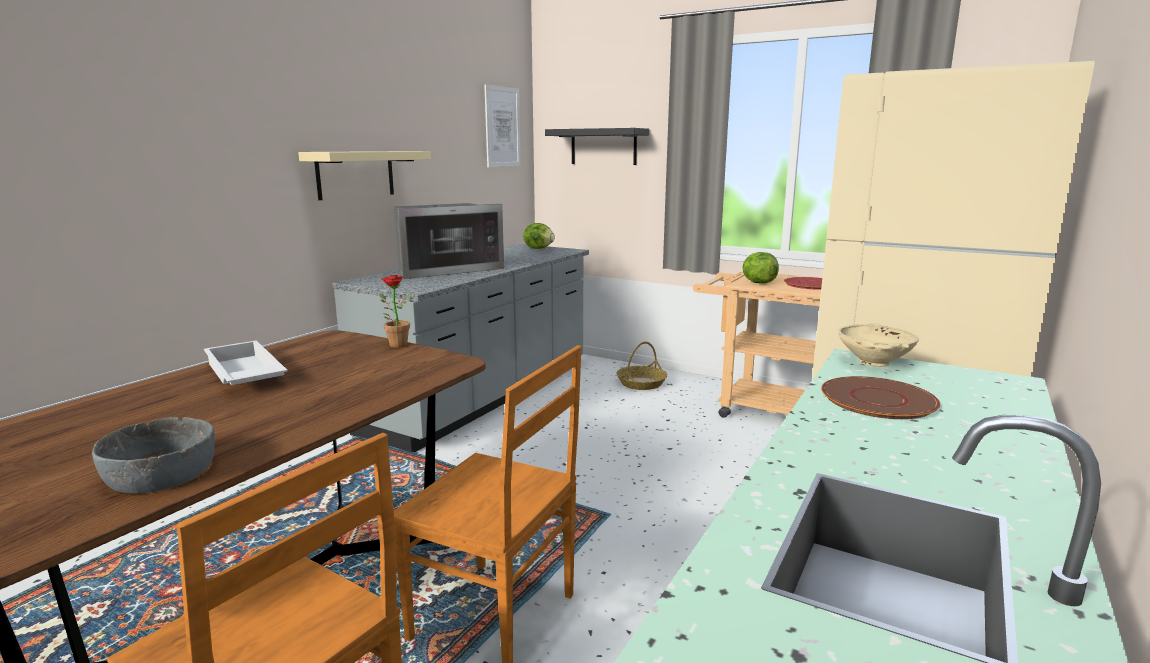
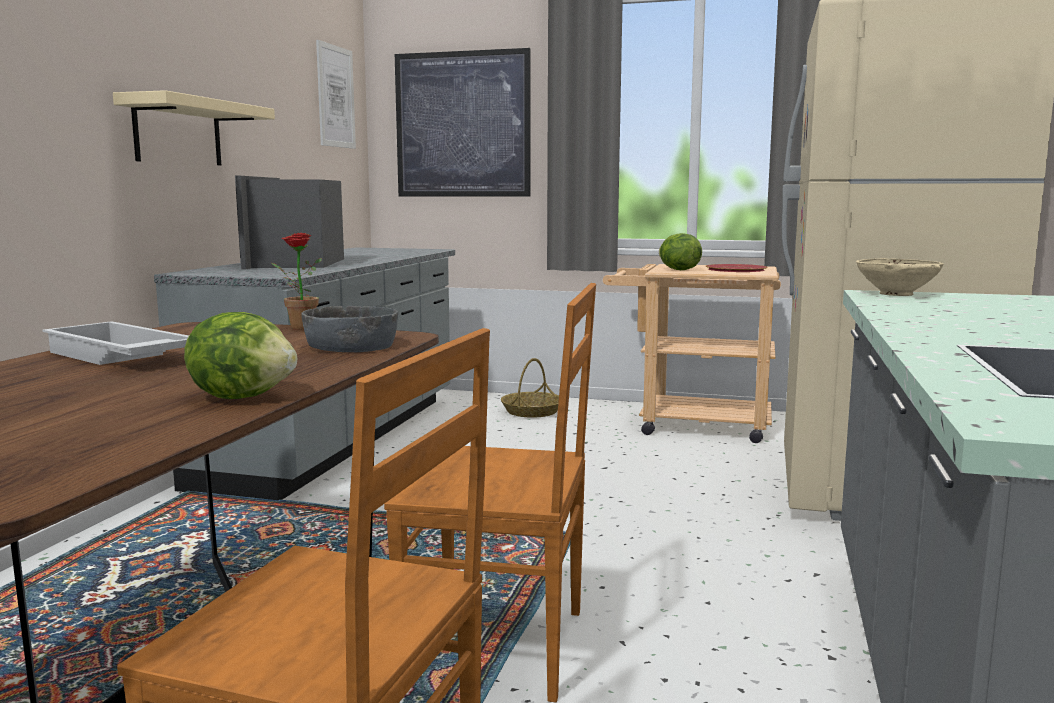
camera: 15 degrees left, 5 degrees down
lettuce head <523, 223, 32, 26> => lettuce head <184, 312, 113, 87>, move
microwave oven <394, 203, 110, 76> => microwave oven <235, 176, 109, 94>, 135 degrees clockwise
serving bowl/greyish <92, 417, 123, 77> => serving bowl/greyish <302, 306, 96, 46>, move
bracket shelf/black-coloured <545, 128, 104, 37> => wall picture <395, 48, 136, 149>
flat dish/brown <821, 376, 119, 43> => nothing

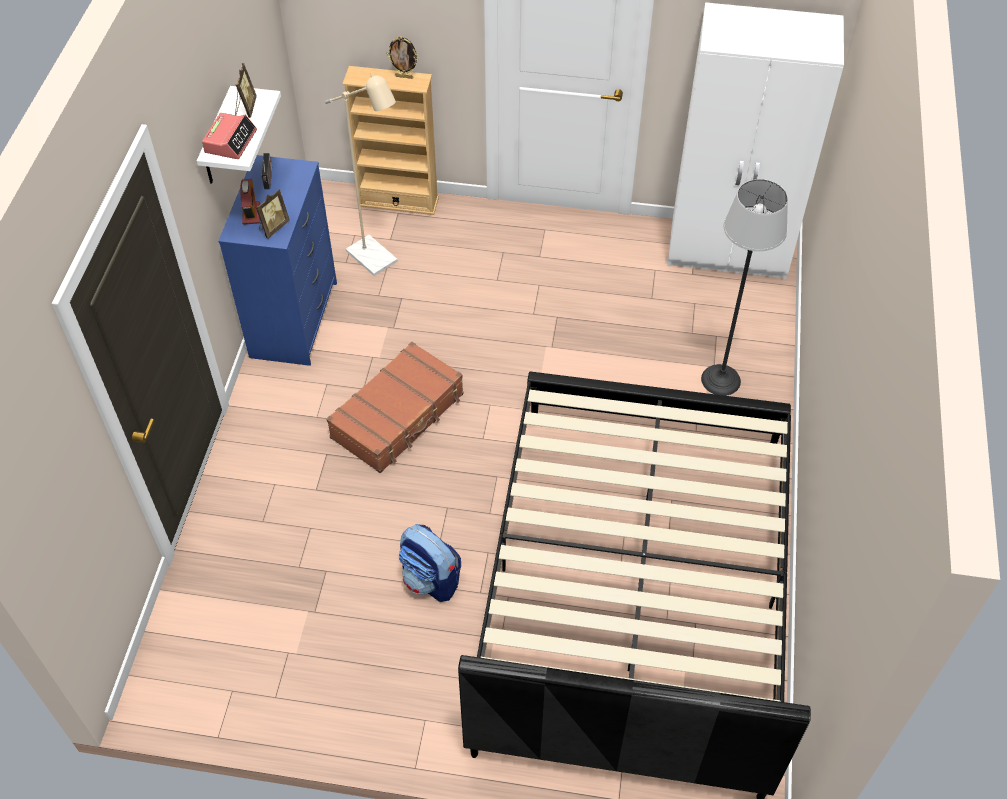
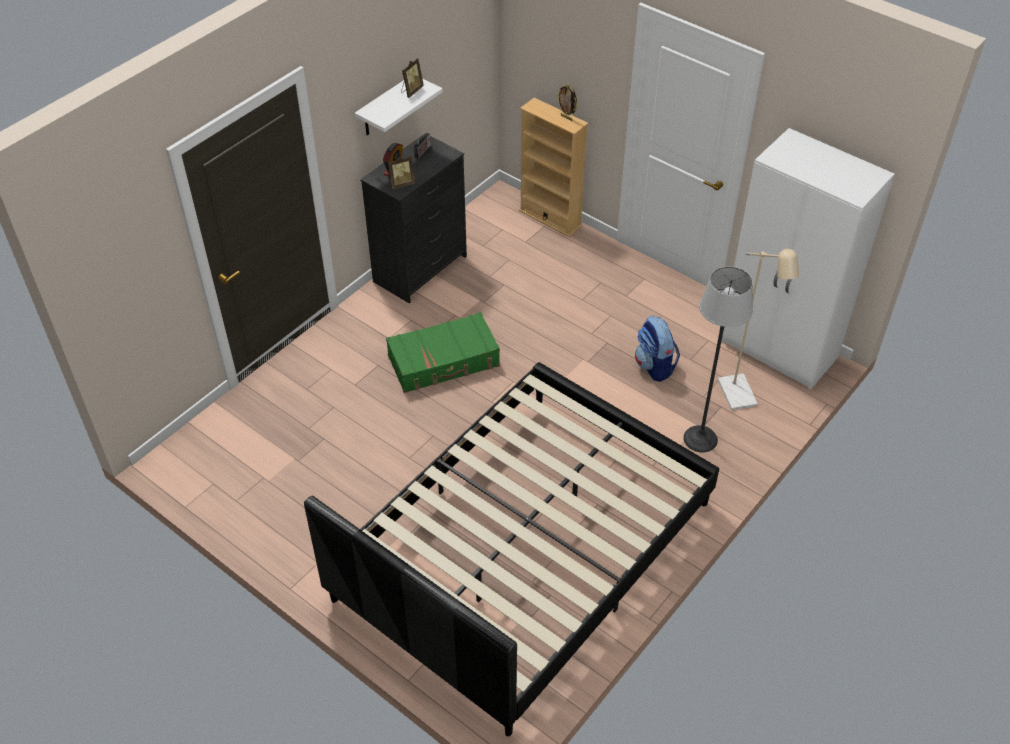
camera: 30 degrees right, 5 degrees down
dresser/bluish <218, 155, 119, 211> => dresser/black-coloured <360, 134, 107, 169>
suitcase/brown <327, 342, 136, 131> => suitcase/greenish <386, 312, 114, 81>
rucksack <399, 524, 62, 78> => rucksack <635, 315, 45, 67>, move
floor lamp/beige-coloured <325, 73, 73, 203> => floor lamp/beige-coloured <718, 246, 81, 164>, move
alarm clock <202, 113, 55, 46> => nothing

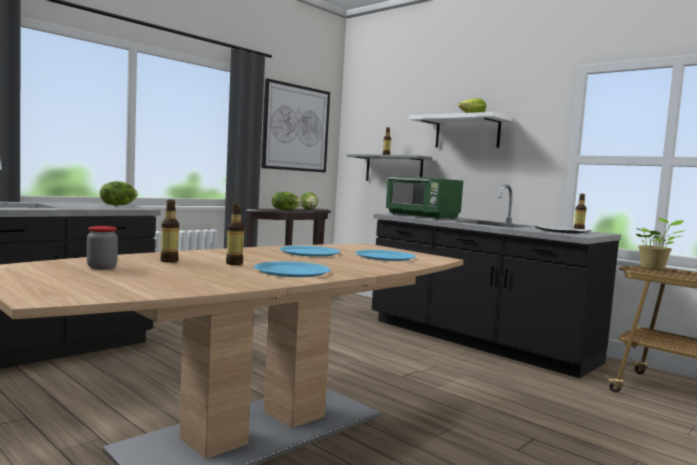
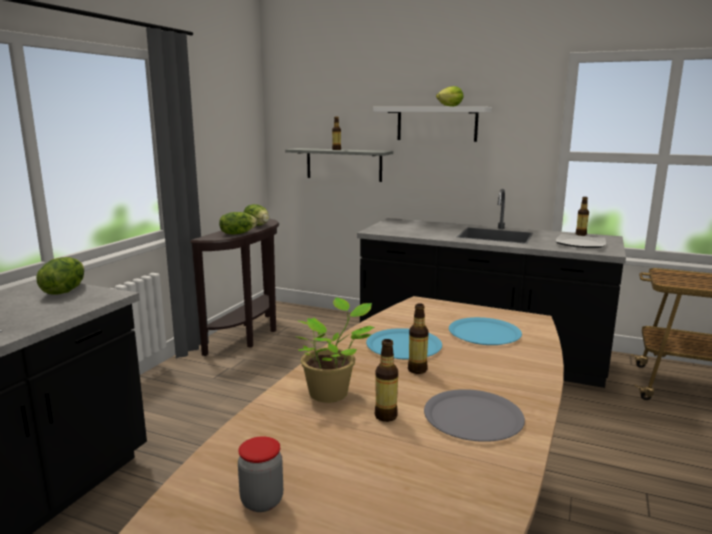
camera: 20 degrees left, 10 degrees up
houseplant <636, 218, 50, 52> => houseplant <297, 297, 78, 106>, move
beverage bottle <160, 200, 19, 62> => beverage bottle <408, 303, 21, 71>, move
flat dish/bluish <254, 261, 77, 16> => flat dish/greyish <424, 389, 101, 53>
wall picture <261, 78, 69, 94> => nothing
microwave oven/greenish <386, 176, 77, 44> => nothing

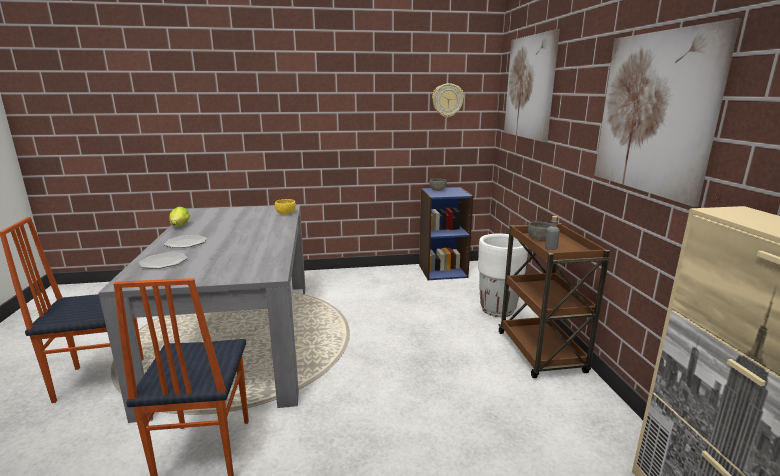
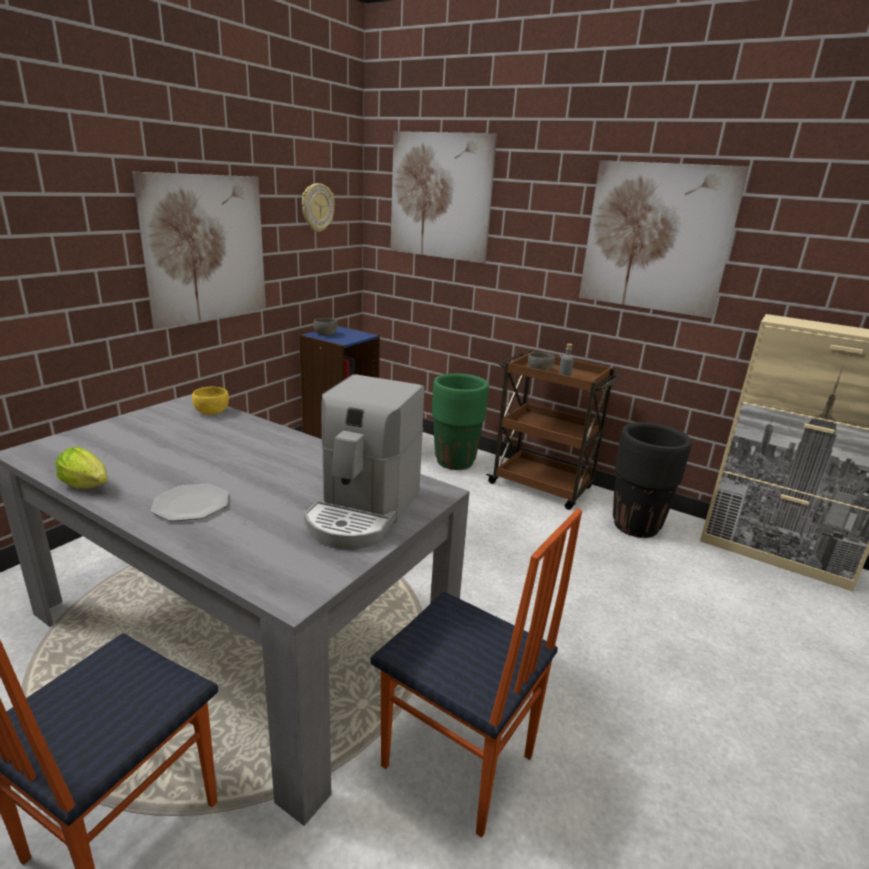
camera: 50 degrees left, 5 degrees up
nothing => wall picture <132, 172, 134, 157>
nothing => coffee machine <304, 374, 120, 175>
flower pot/white-coloured <478, 234, 50, 83> => flower pot/greenish <432, 373, 57, 97>
nothing => flower pot/black-coloured <613, 422, 79, 116>
flat dish <139, 252, 48, 17> => nothing

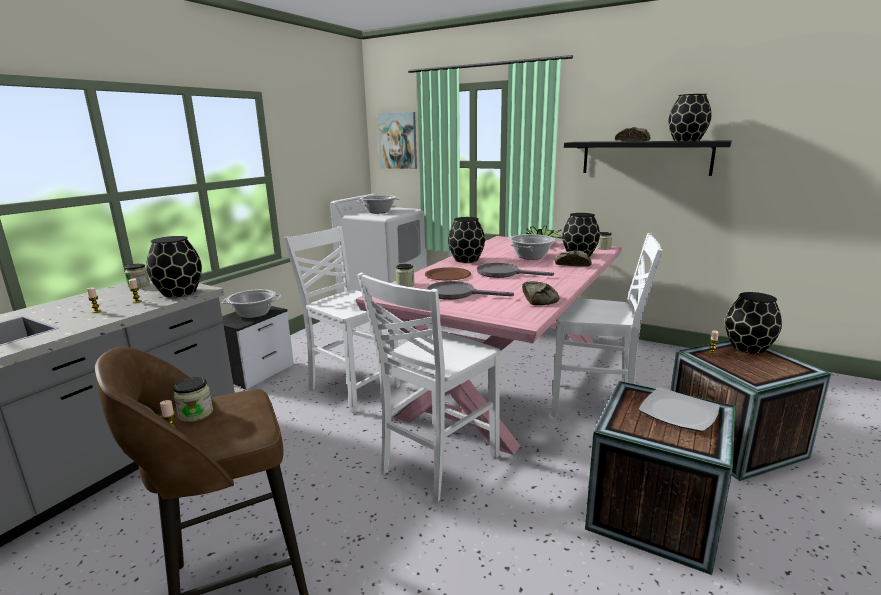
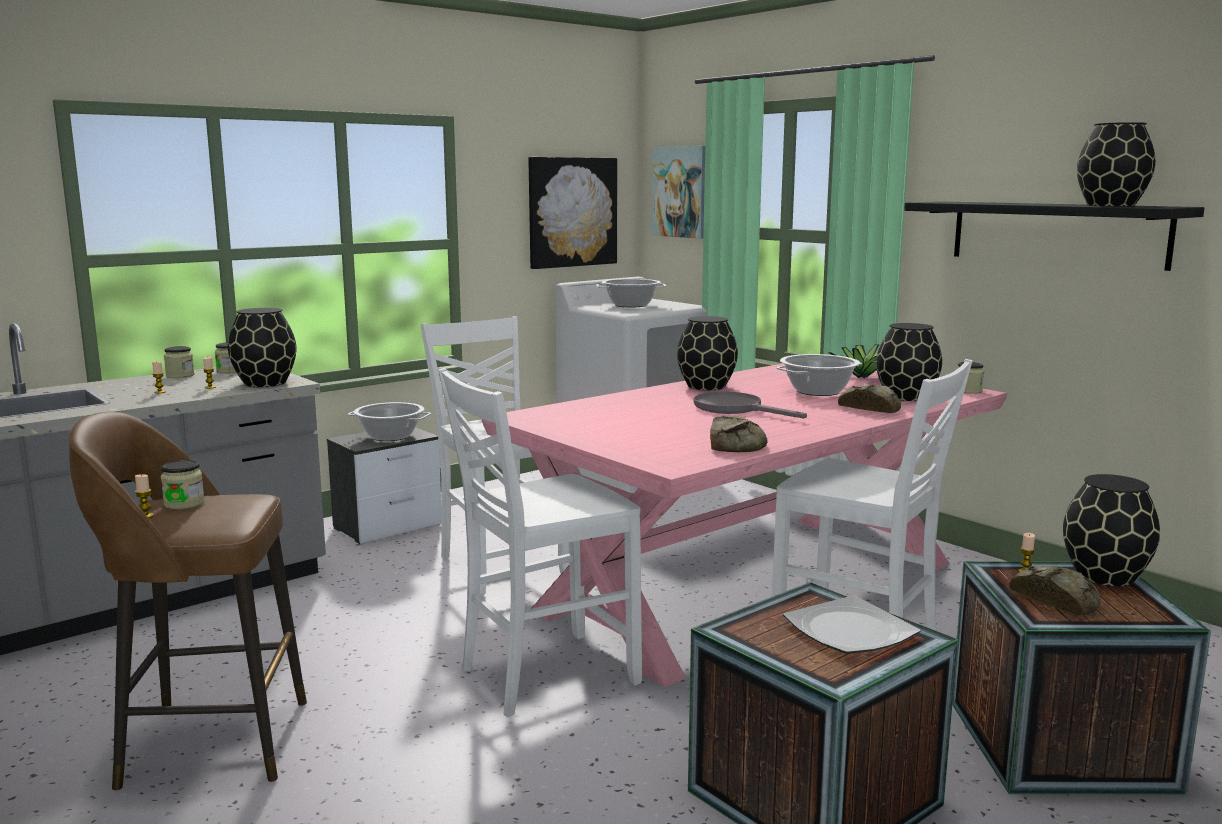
camera: 20 degrees right, 5 degrees down
preserve jar <396, 264, 19, 23> => preserve jar <164, 346, 30, 32>, move
nothing => wall picture <528, 157, 89, 112>
bread <615, 127, 35, 14> => bread <1009, 566, 92, 49>, move
flat dish/brown <425, 267, 46, 14> => nothing
frying pan/greyish <427, 281, 87, 19> => nothing

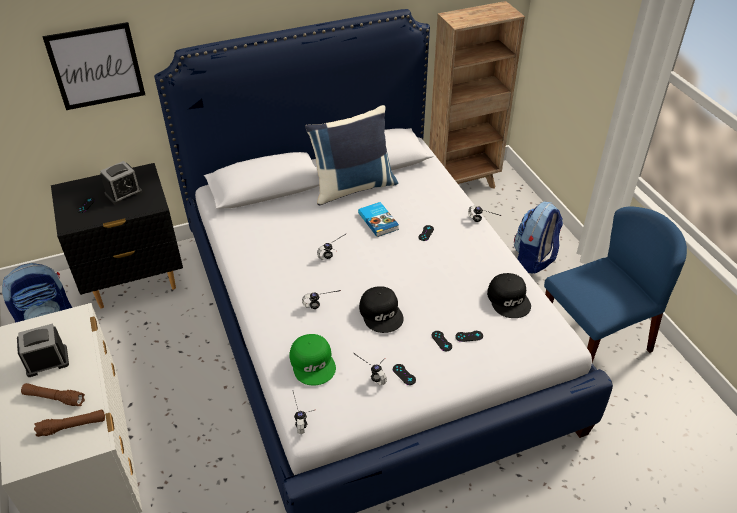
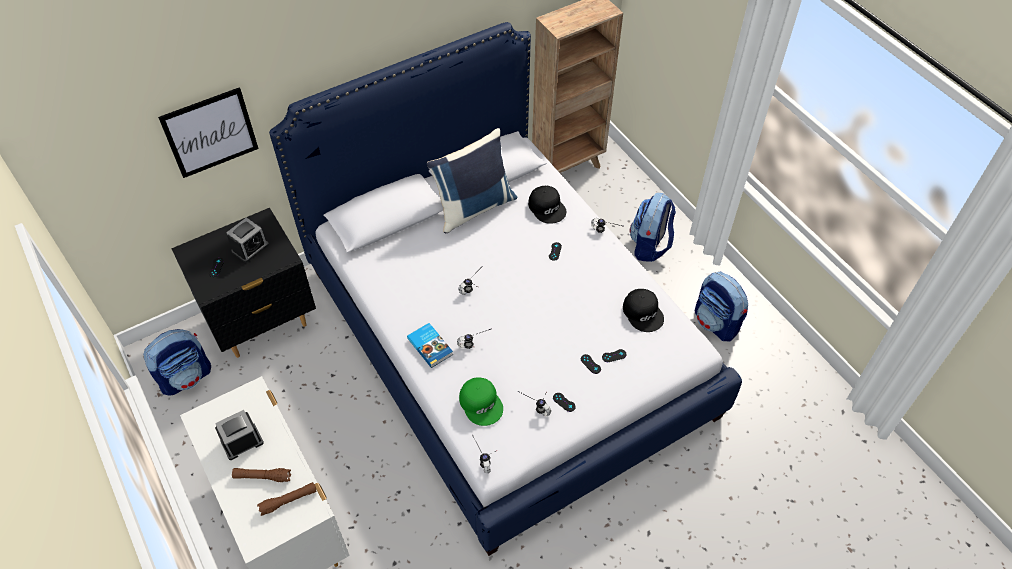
camera: 10 degrees left, 10 degrees up
volume <358, 202, 41, 35> => volume <407, 323, 46, 45>, move
baseball cap/black-coloured <359, 286, 45, 47> => baseball cap/black-coloured <528, 186, 38, 38>, move
chair/bluish <544, 206, 143, 156> => rucksack <695, 272, 53, 69>

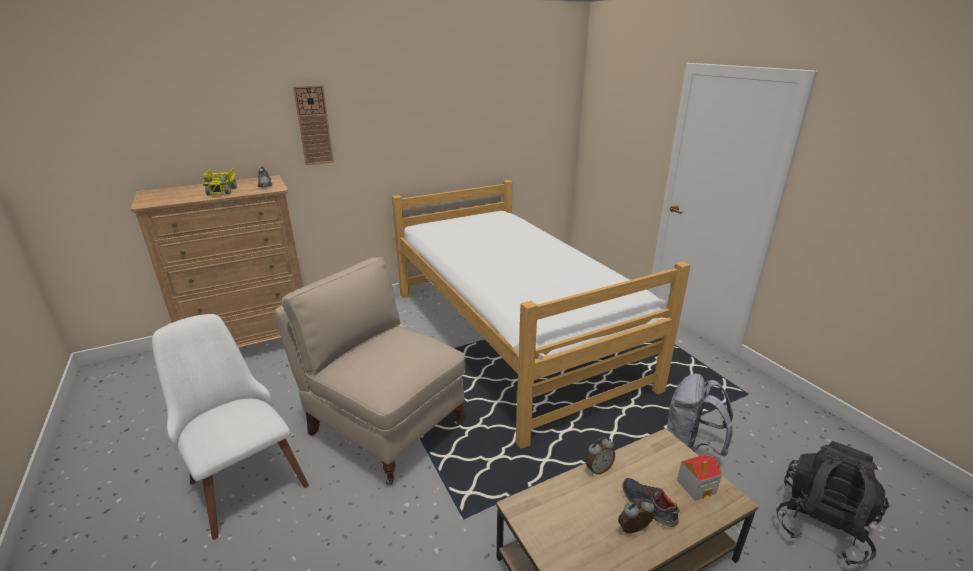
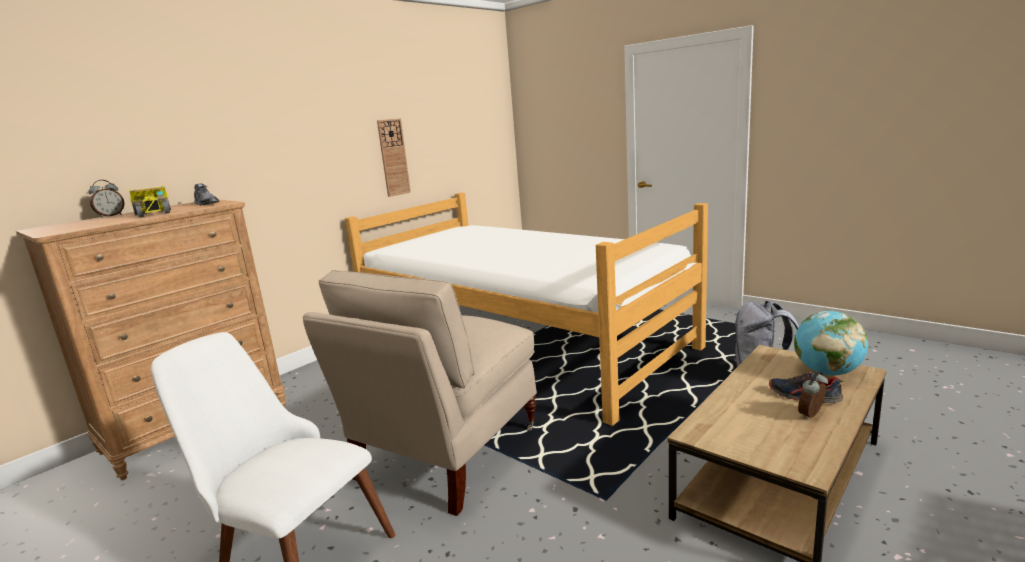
camera: 20 degrees left, 10 degrees down
alarm clock <586, 437, 29, 38> => alarm clock <88, 180, 36, 38>, move
chair/beige-coloured <274, 257, 192, 228> => chair/beige-coloured <303, 270, 234, 246>, 75 degrees counterclockwise
hanging clock <293, 85, 41, 80> => hanging clock <377, 118, 34, 79>, move
toy house <677, 455, 45, 46> => globe <794, 311, 74, 65>
rucksack/black-coloured <776, 441, 113, 124> => nothing

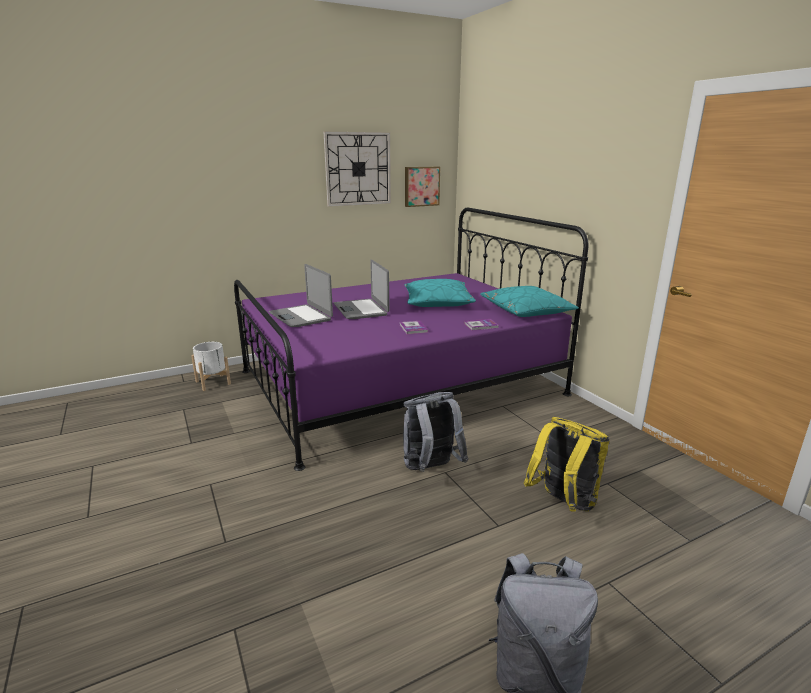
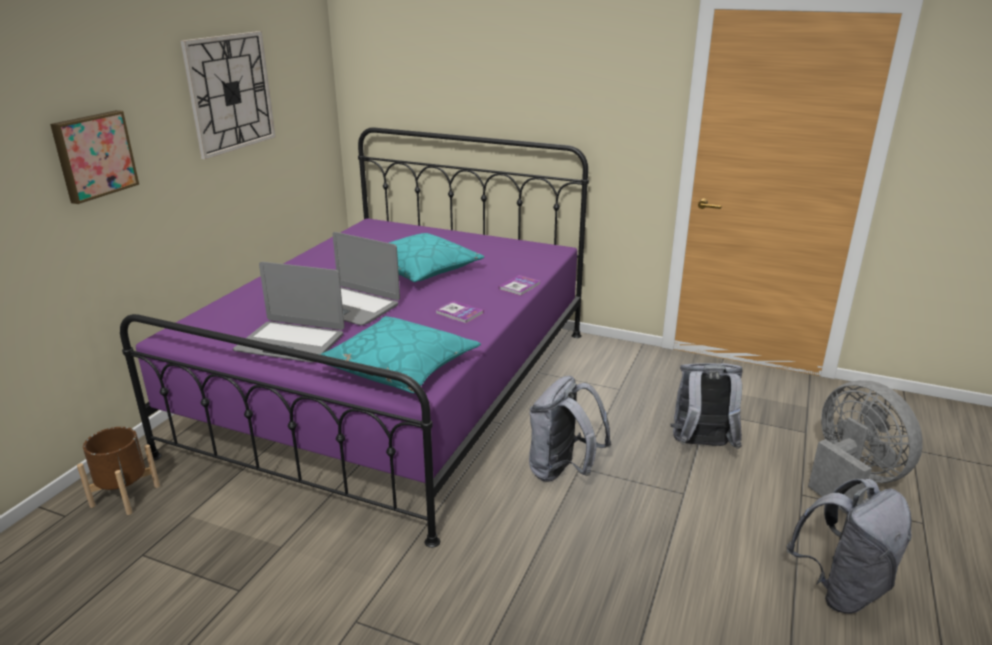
camera: 40 degrees left, 5 degrees up
wall picture <405, 167, 35, 40> => wall picture <50, 110, 89, 94>, move
flower pot/white-coloured <191, 342, 40, 49> => flower pot/brown <77, 427, 83, 88>
pillow/blue-green <480, 286, 99, 31> => pillow/blue-green <319, 316, 162, 77>, move
rucksack/yellowish <524, 417, 85, 95> => rucksack/greyish <670, 363, 73, 86>
nothing => fan/greyish <808, 380, 115, 134>

